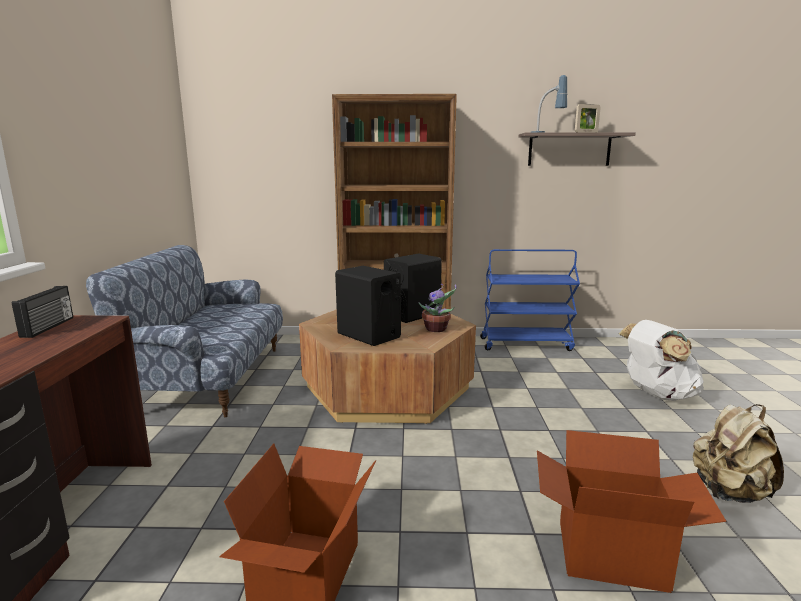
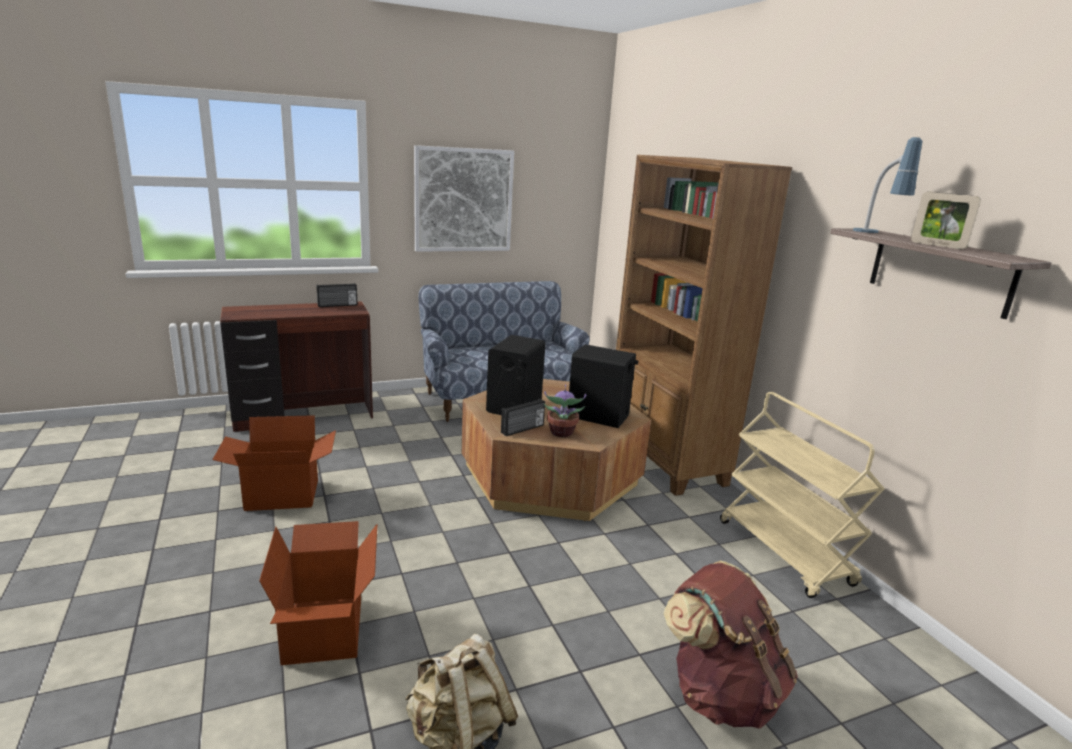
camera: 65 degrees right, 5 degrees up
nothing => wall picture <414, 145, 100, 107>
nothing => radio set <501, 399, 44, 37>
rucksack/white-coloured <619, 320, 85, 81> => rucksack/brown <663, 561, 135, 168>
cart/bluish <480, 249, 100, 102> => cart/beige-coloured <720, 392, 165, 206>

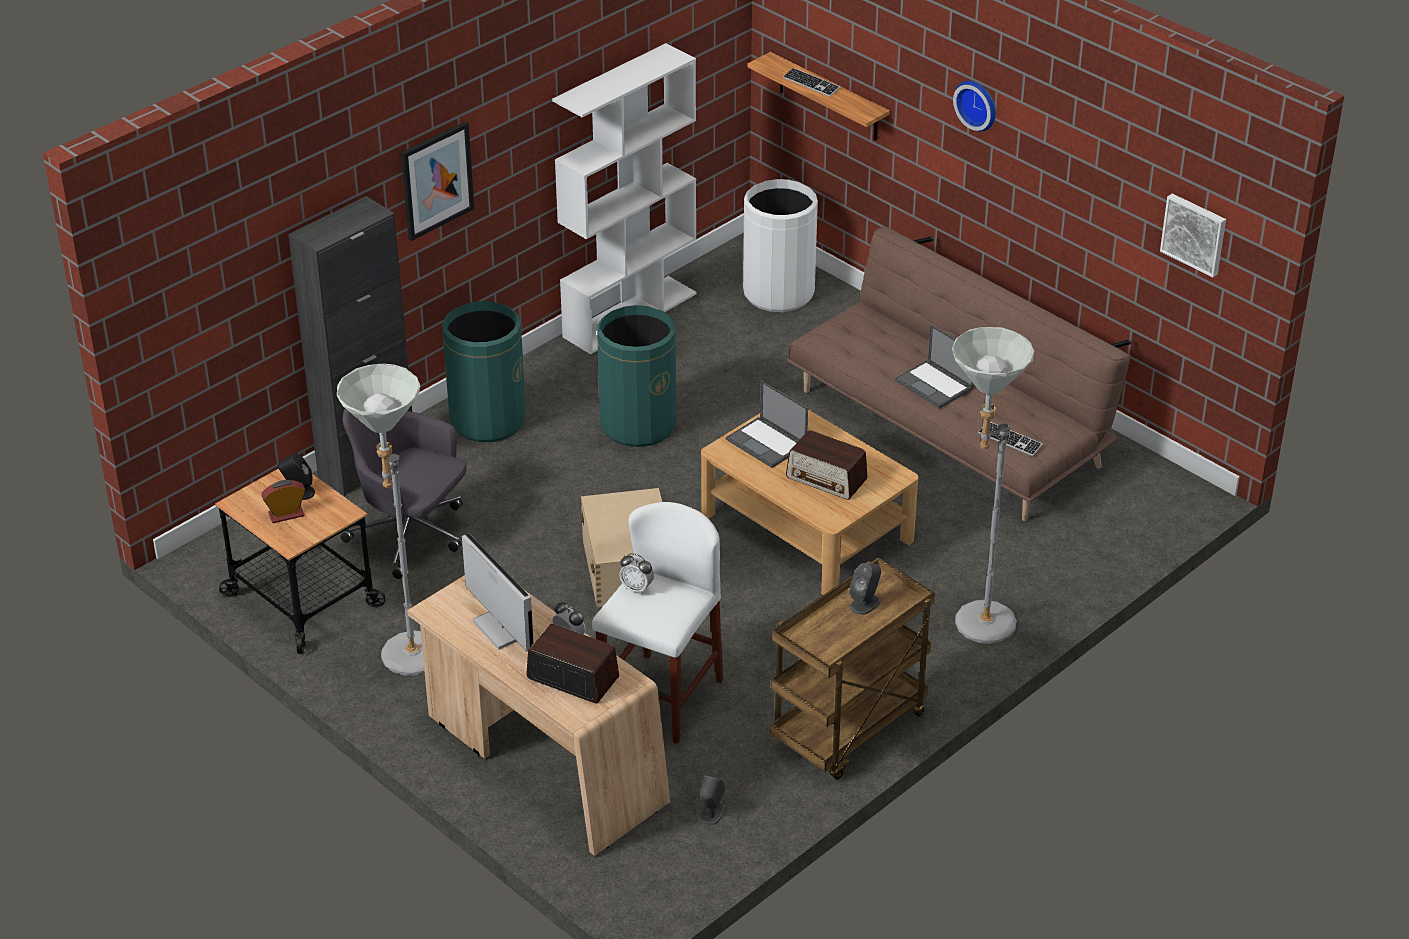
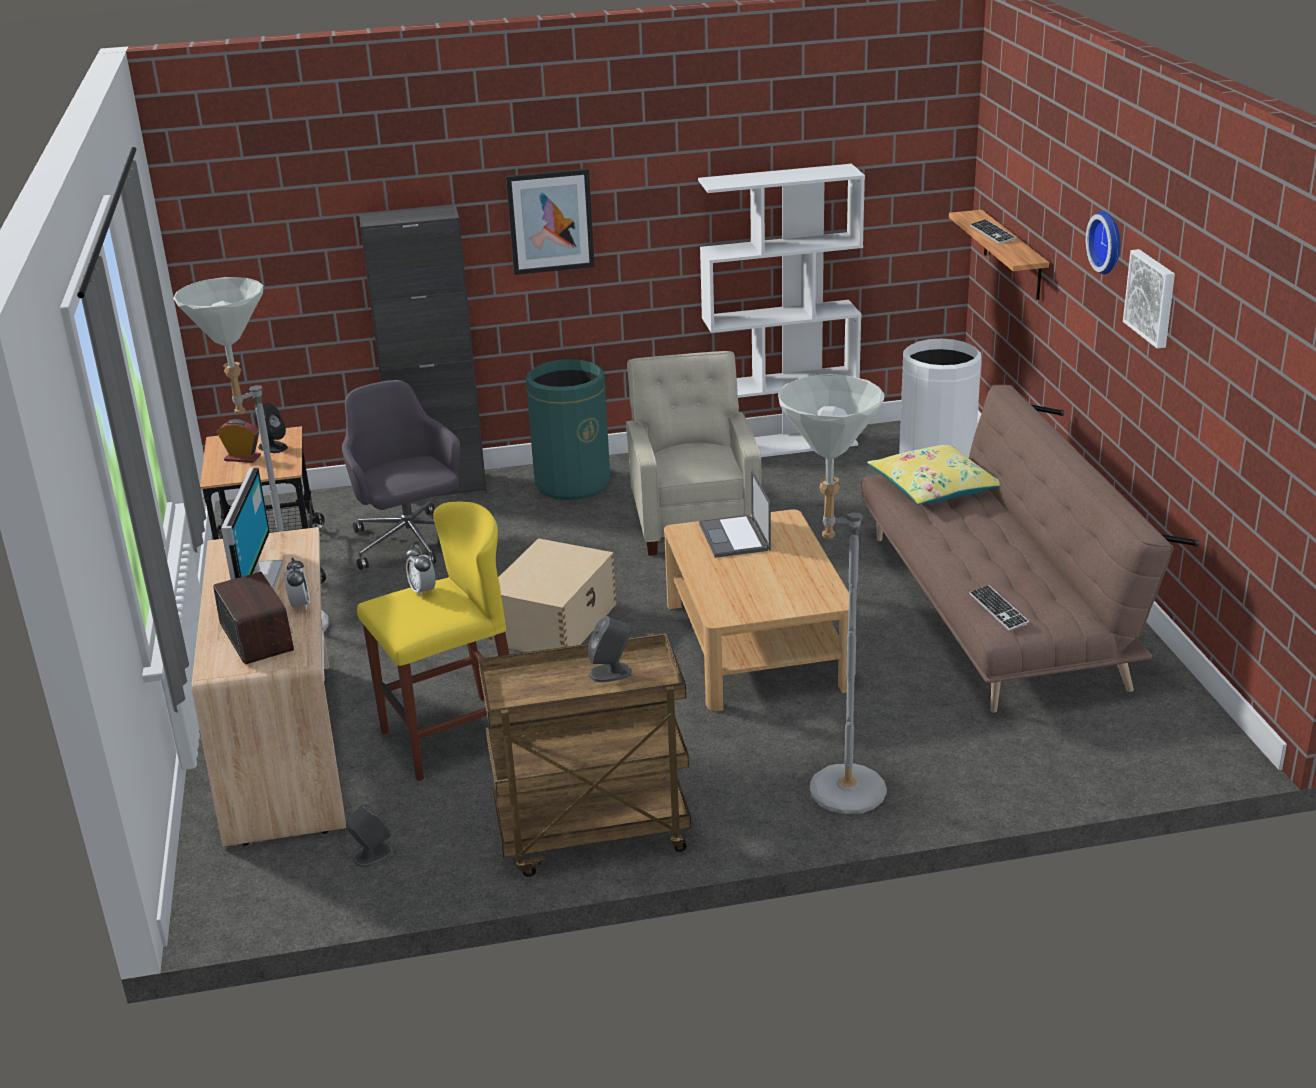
camera: 35 degrees right, 10 degrees down
stool seat/white-coloured <592, 502, 131, 242> => stool seat/yellowish <357, 502, 161, 279>
rubbish bin/greenish <597, 305, 79, 142> => easy chair/beige-coloured <626, 351, 135, 205>
nothing => pillow/yellowish <867, 445, 133, 60>
wall picture <1160, 193, 66, 85> => wall picture <1123, 249, 52, 100>, move
radio set <786, 430, 82, 70> => nothing
portable computer <895, 324, 79, 85> => nothing

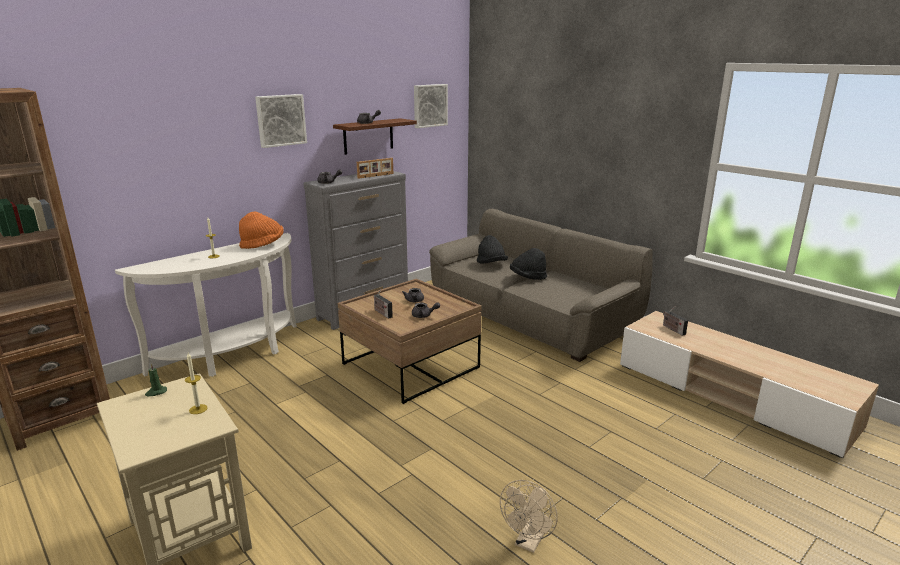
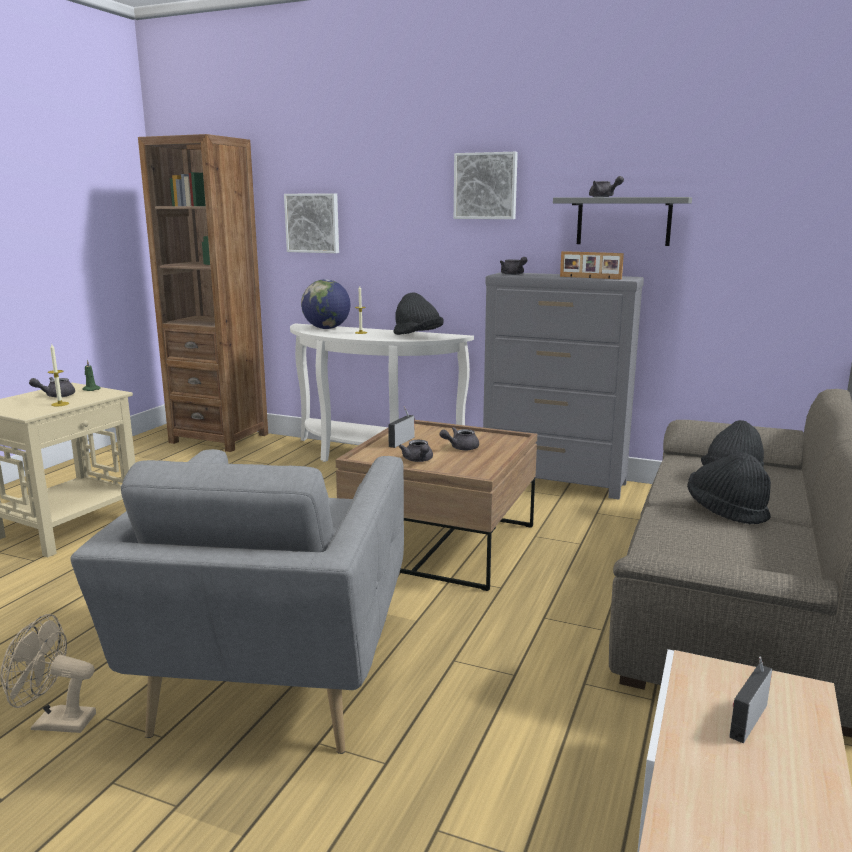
camera: 65 degrees right, 5 degrees down
nothing => teapot/greyish <29, 377, 46, 20>
nothing => easy chair/greyish <70, 449, 334, 305>
wall picture <414, 84, 34, 44> => wall picture <284, 193, 55, 60>, move
nothing => globe <301, 279, 49, 50>
clothing hat/orangey <239, 211, 45, 38> => clothing hat/black-coloured <393, 292, 51, 43>
bracket shelf/brown <333, 118, 84, 37> => bracket shelf/greyish <553, 197, 139, 49>

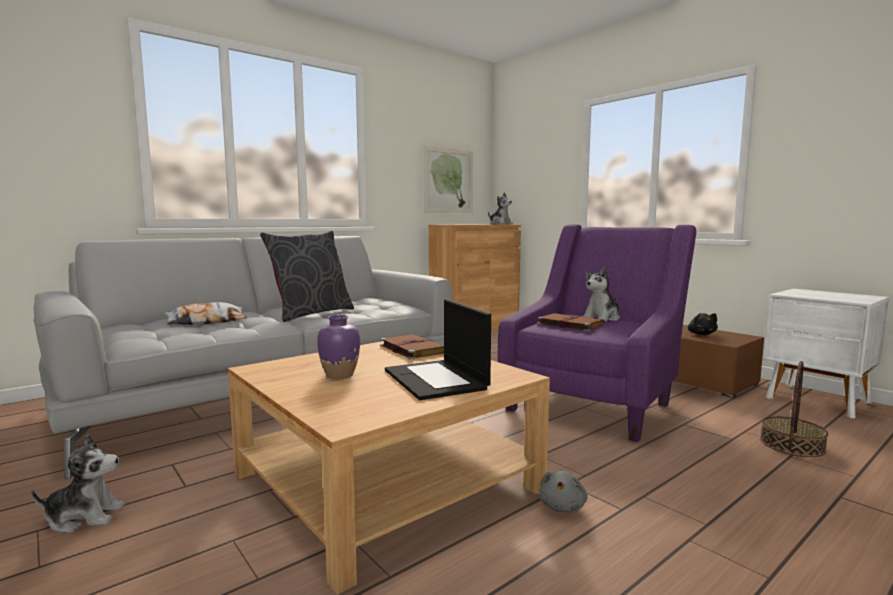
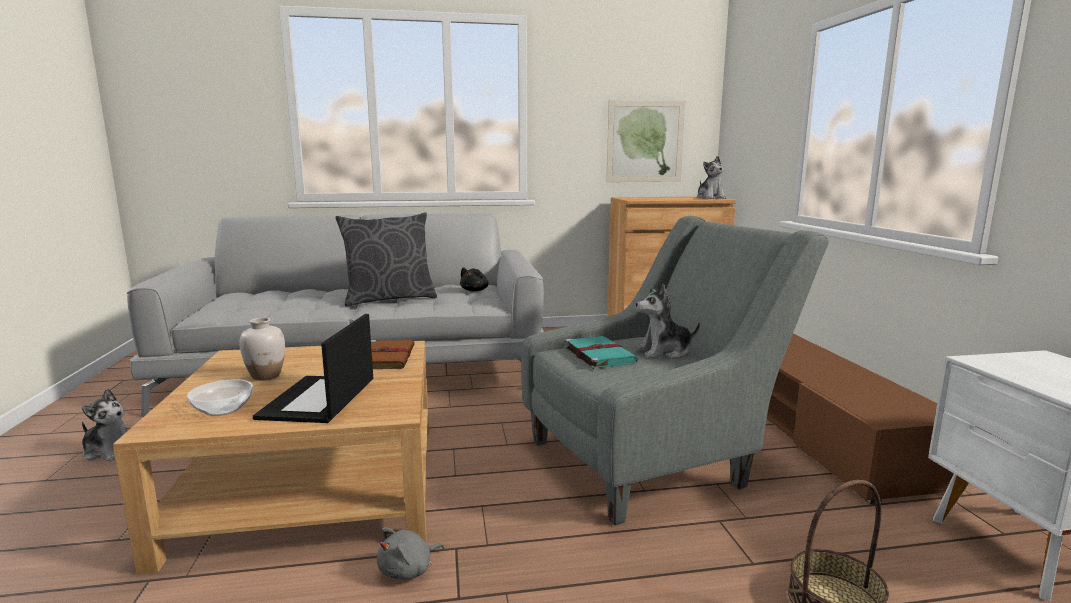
camera: 30 degrees right, 5 degrees up
nothing => serving bowl <187, 379, 66, 37>
flower vase/purple-coloured <317, 315, 43, 64> => flower vase/white-coloured <239, 318, 46, 63>
plush toy/black-coloured <688, 313, 30, 22> => plush toy/black-coloured <460, 267, 29, 24>, move
easy chair/purple-coloured <498, 224, 198, 218> => easy chair/greyish <521, 216, 308, 309>
volume/brown <537, 313, 68, 18> => volume/blue-green <565, 336, 73, 33>
pillow <164, 302, 83, 23> => nothing

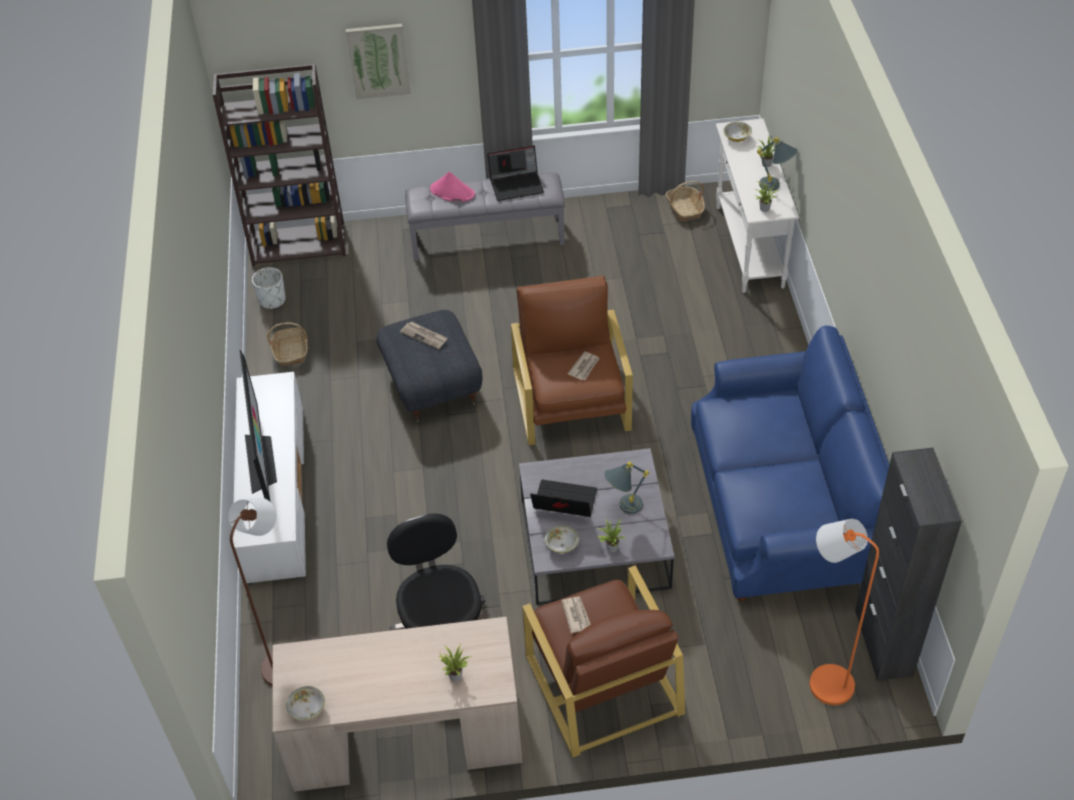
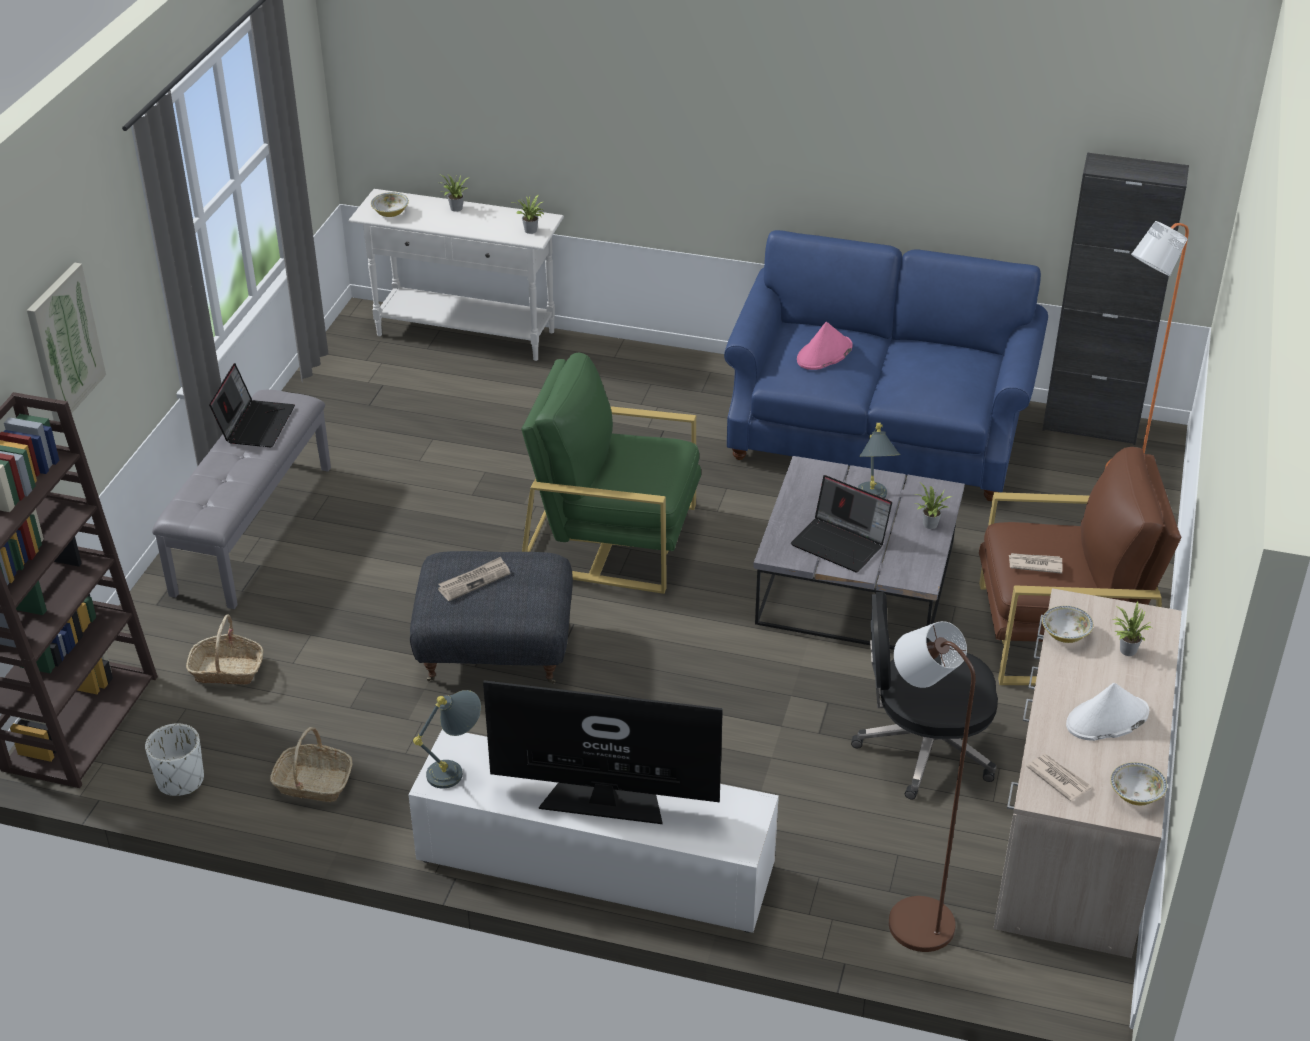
camera: 70 degrees left, 10 degrees down
household basket <666, 181, 39, 40> => household basket <186, 615, 77, 70>, move
lamp for a table/greyish <757, 137, 41, 54> => lamp for a table/greyish <413, 690, 68, 98>, move
easy chair/brown <511, 275, 122, 170> => easy chair/greenish <521, 353, 180, 241>
portable computer <530, 480, 67, 37> => portable computer <791, 475, 101, 97>, 90 degrees counterclockwise
clothing hat/pink-coloured <430, 172, 45, 30> => clothing hat/pink-coloured <797, 322, 55, 48>, move
daily paper <568, 351, 32, 29> => daily paper <1026, 754, 65, 47>, move
serving bowl <545, 525, 34, 28> => serving bowl <1042, 606, 51, 37>, move
nothing => clothing hat/white-coloured <1066, 683, 83, 58>

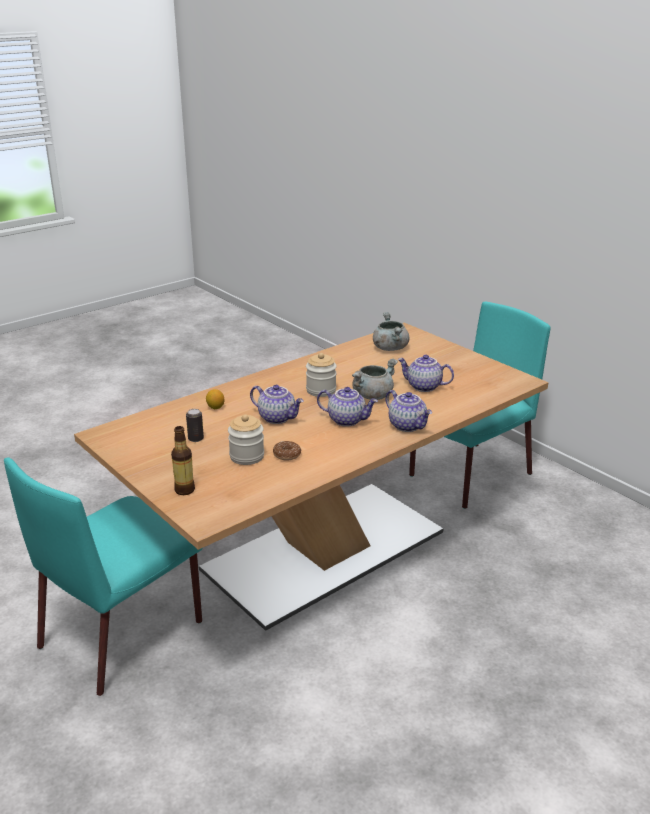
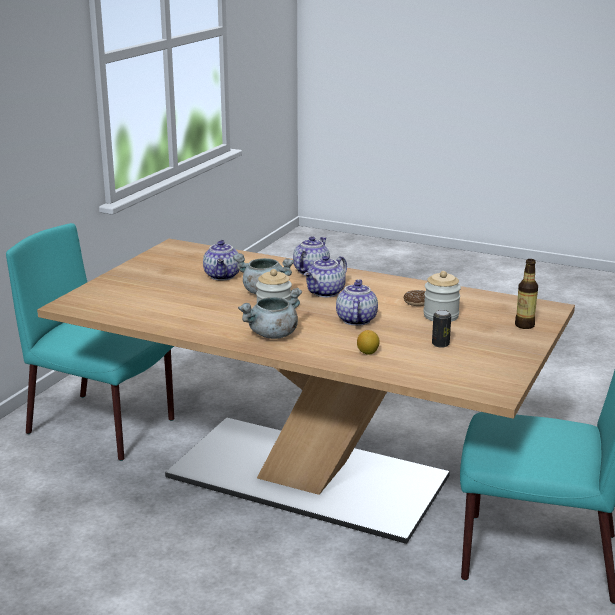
camera: 115 degrees left, 5 degrees down
cooking pot/greyish <373, 312, 36, 39> => cooking pot/greyish <238, 288, 64, 51>, move
teapot <317, 387, 61, 40> => teapot <304, 256, 43, 41>, 135 degrees counterclockwise

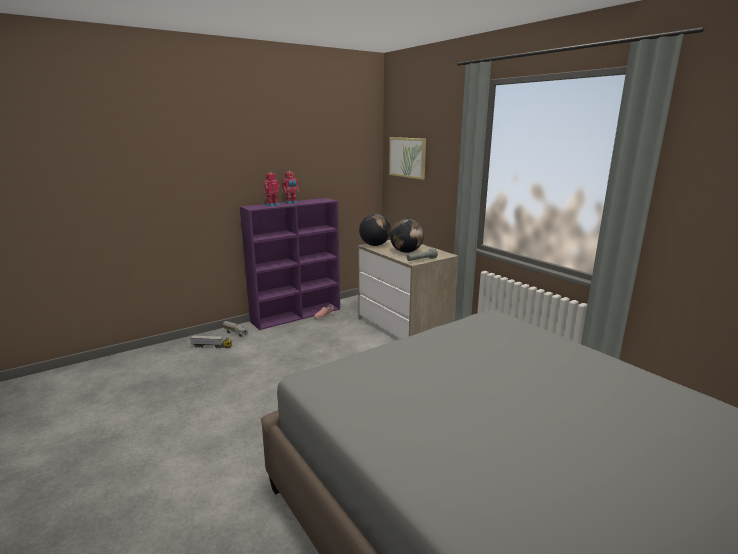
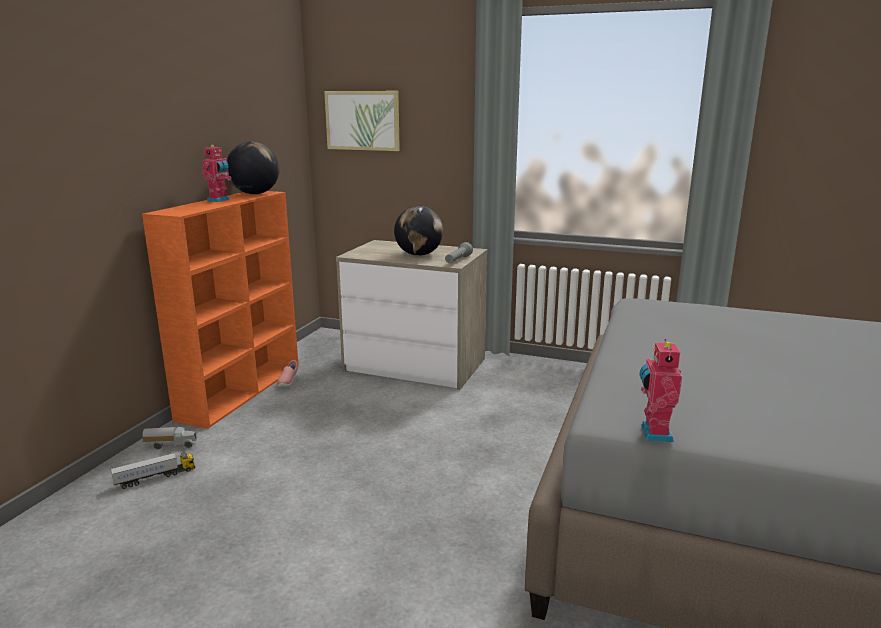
camera: 35 degrees left, 0 degrees up
bookcase/purple-coloured <240, 198, 100, 132> => bookcase/orangey <142, 191, 157, 238>
globe <359, 214, 32, 32> => globe <227, 142, 52, 52>, move
robot figure <263, 172, 17, 34> => robot figure <640, 339, 42, 103>, move

